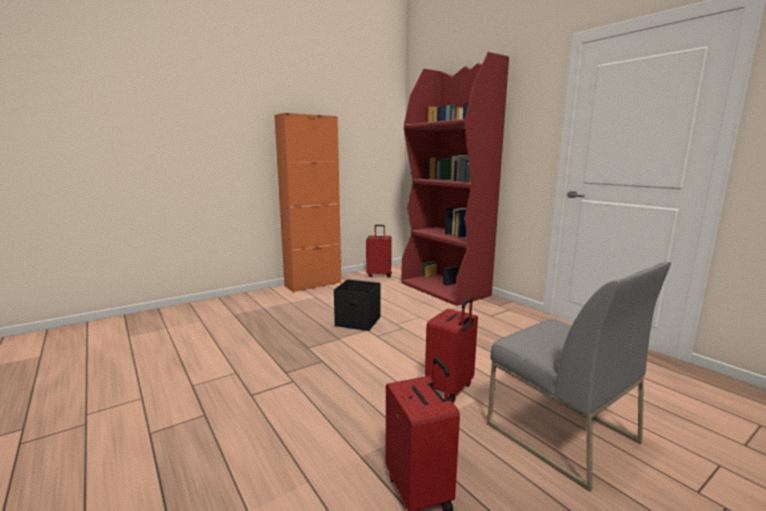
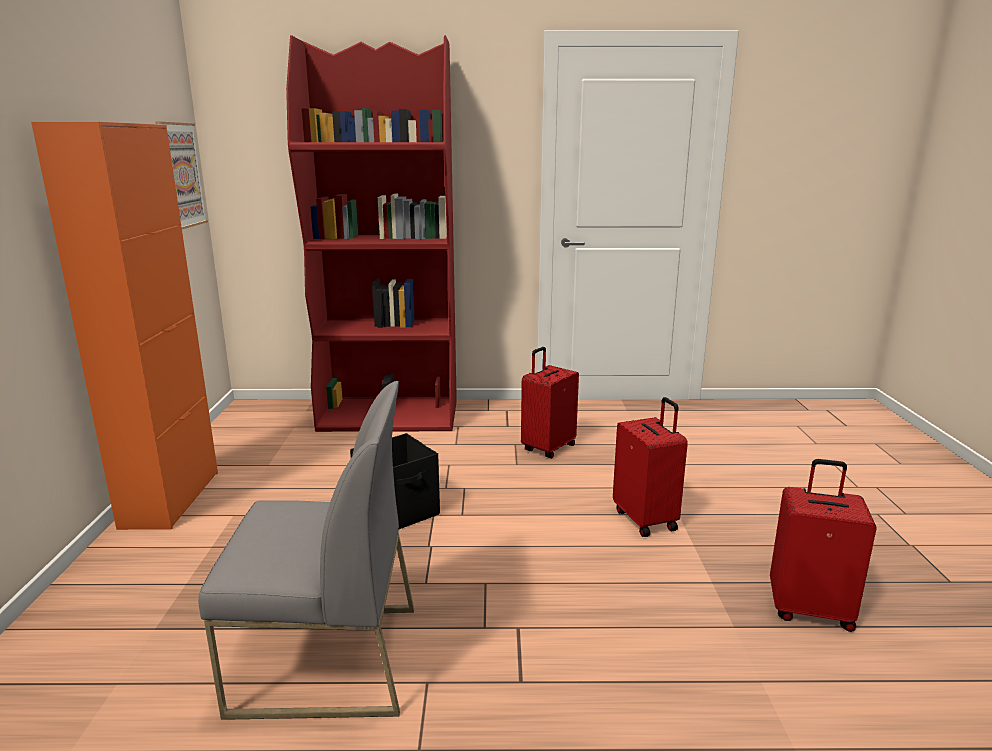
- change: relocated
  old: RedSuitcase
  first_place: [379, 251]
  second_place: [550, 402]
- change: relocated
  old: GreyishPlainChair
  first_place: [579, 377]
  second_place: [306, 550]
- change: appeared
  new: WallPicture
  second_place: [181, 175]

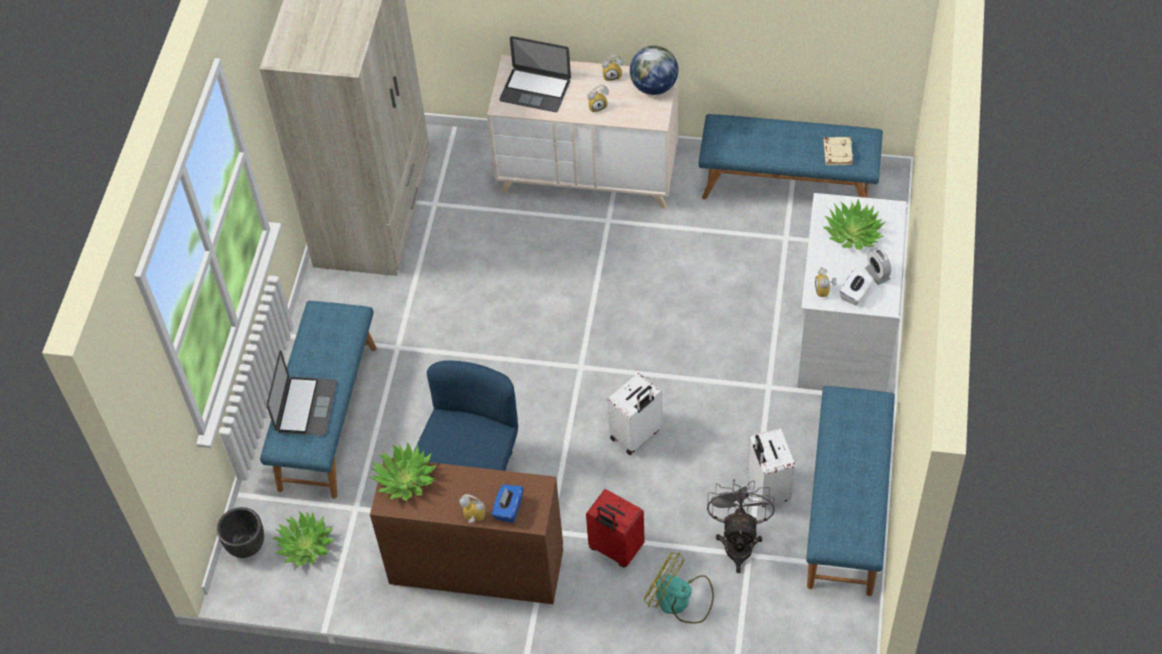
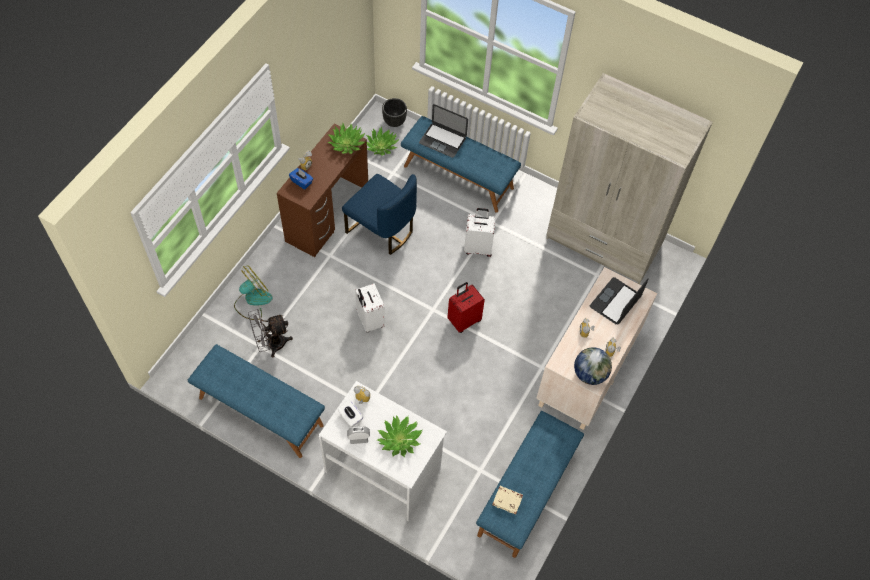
- change: relocated
  old: RedSuitcase
  first_place: [615, 528]
  second_place: [466, 307]
- change: spun
  old: GreyishElectricFan
  first_place: [741, 526]
  second_place: [270, 333]
  degrees: 135
- change: relocated
  old: WhiteColouredSuitcase
  first_place: [771, 468]
  second_place: [480, 232]

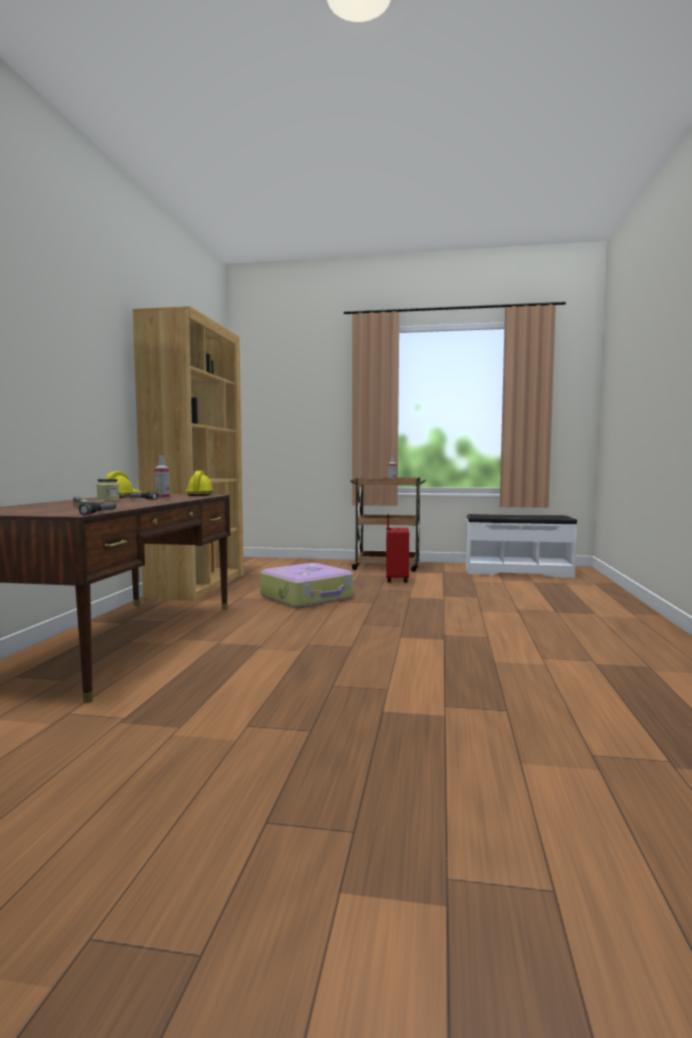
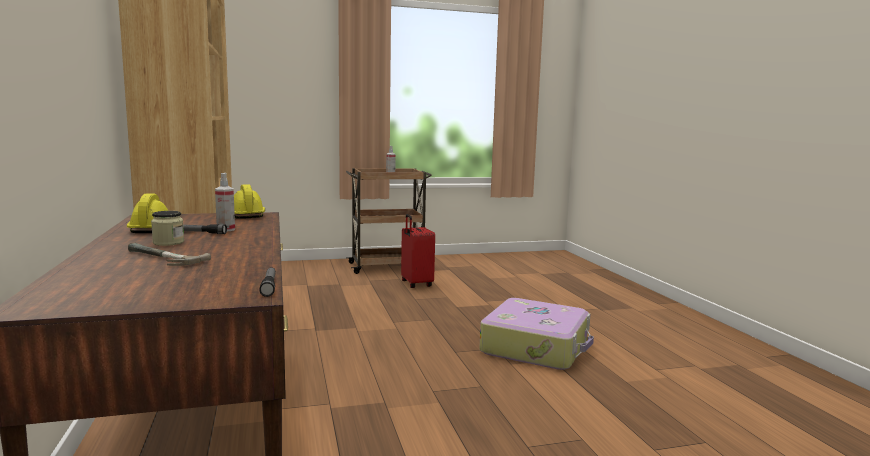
- change: relocated
  old: Suitcase
  first_place: [306, 585]
  second_place: [536, 334]
- change: missing
  old: WhiteColouredBench
  first_place: [521, 546]

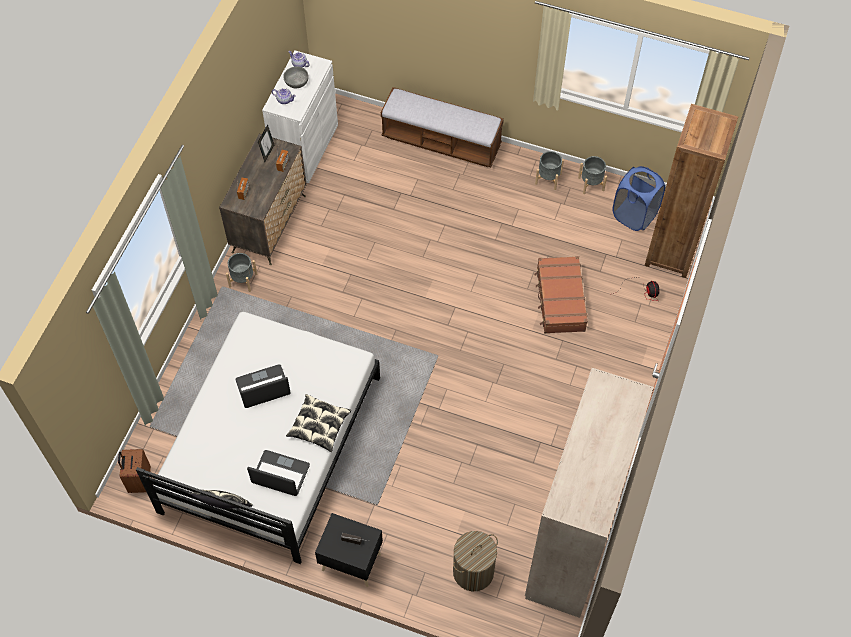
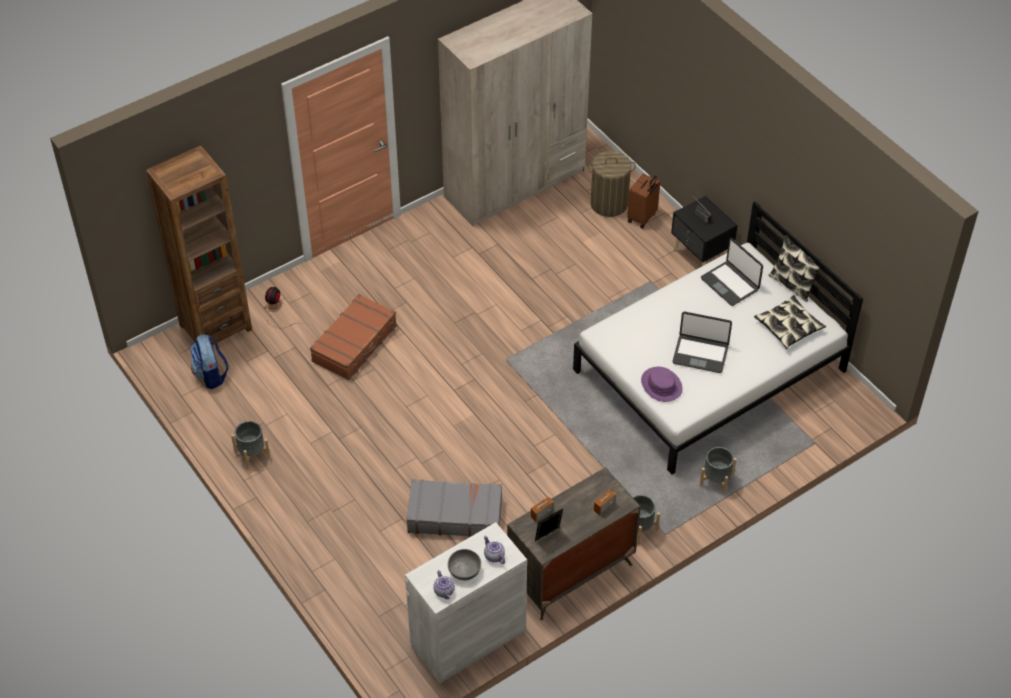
- change: relocated
  old: BrownishSuitcase
  first_place: [134, 471]
  second_place: [643, 201]
- change: relocated
  old: Pillow
  first_place: [318, 423]
  second_place: [790, 322]
- change: missing
  old: Bench
  first_place: [442, 127]
- change: relocated
  old: GreyishPlanter
  first_place: [592, 175]
  second_place: [717, 471]
- change: exchanged
  old: BlueColouredLaundryBasket
  new: Backpack
  first_place: [638, 198]
  second_place: [210, 361]
- change: appeared
  new: GreyishSuitcase
  second_place: [454, 508]
- change: appeared
  new: PurplishClothingHat
  second_place: [662, 384]

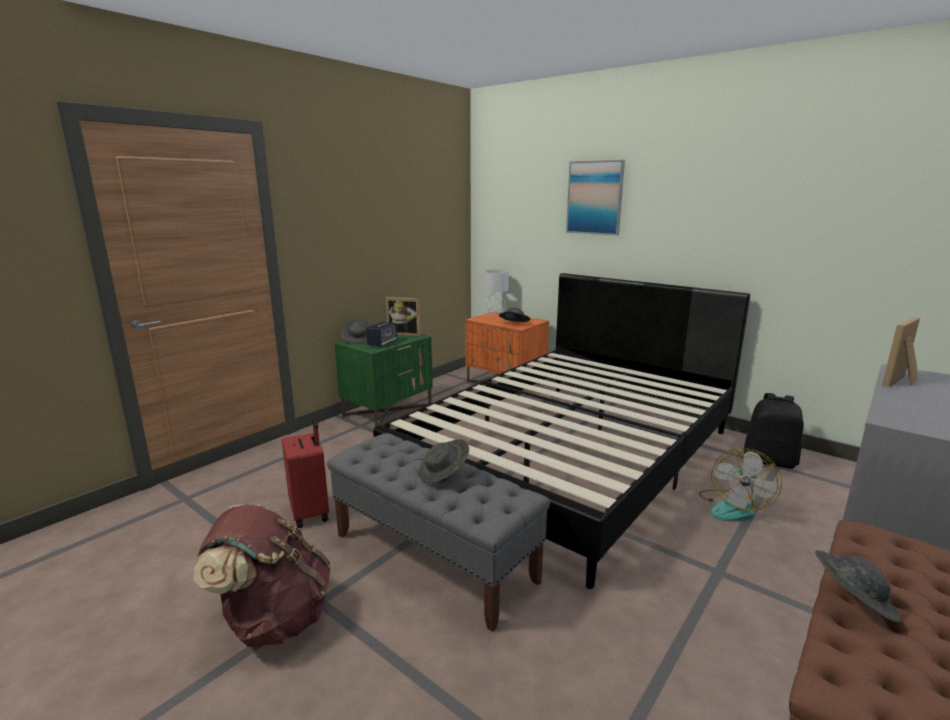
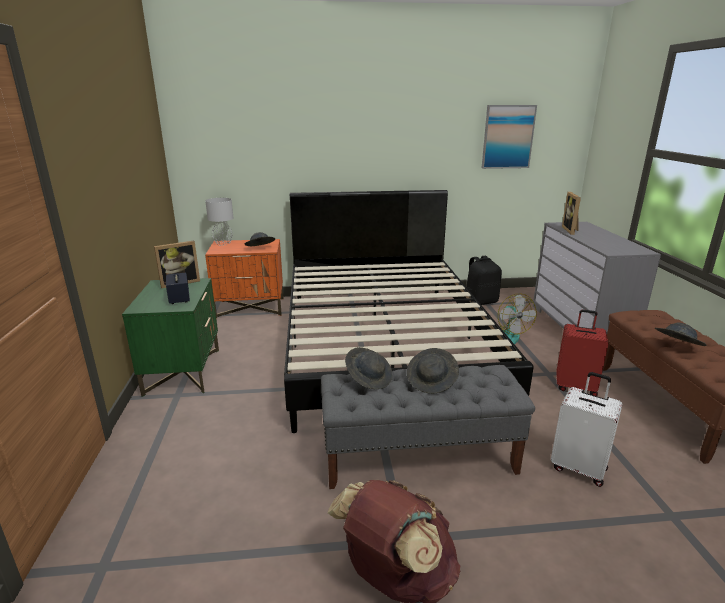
- change: relocated
  old: RedSuitcase
  first_place: [305, 473]
  second_place: [583, 353]
- change: relocated
  old: GreyishClothingHat
  first_place: [356, 331]
  second_place: [368, 368]
- change: relocated
  old: WallPicture
  first_place: [595, 197]
  second_place: [509, 137]
- change: appeared
  new: WhiteColouredSuitcase
  second_place: [586, 429]

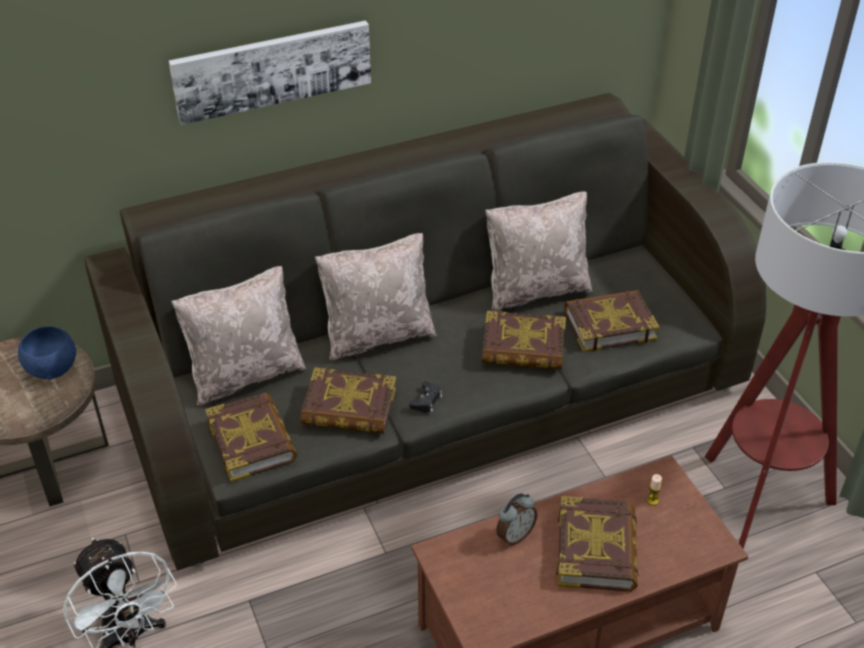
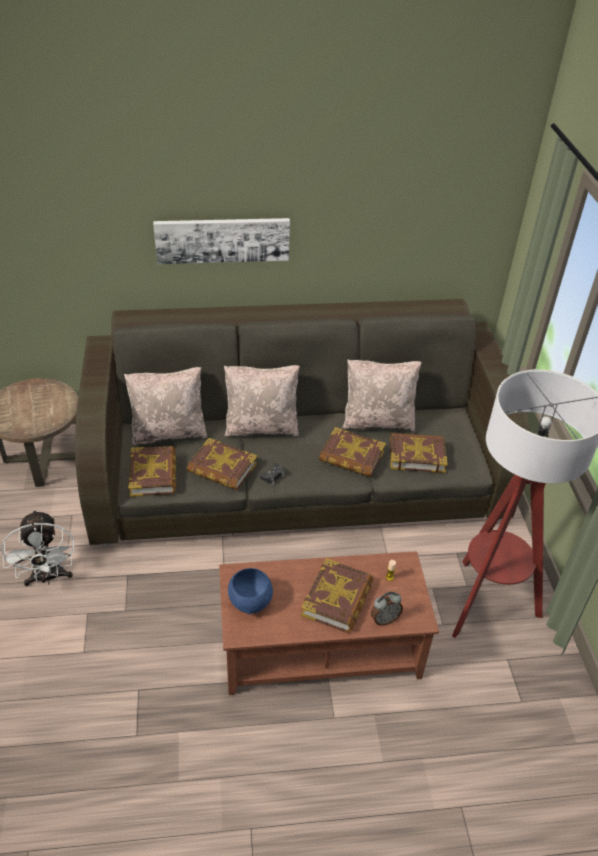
- change: relocated
  old: BlueColouredBowl
  first_place: [47, 352]
  second_place: [250, 591]
- change: relocated
  old: AlarmClock
  first_place: [516, 520]
  second_place: [387, 608]

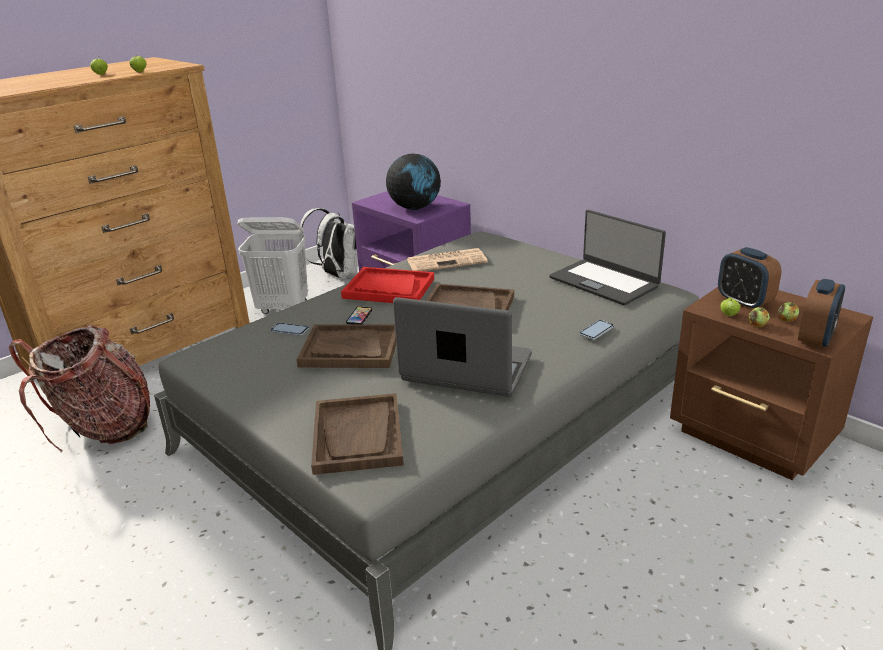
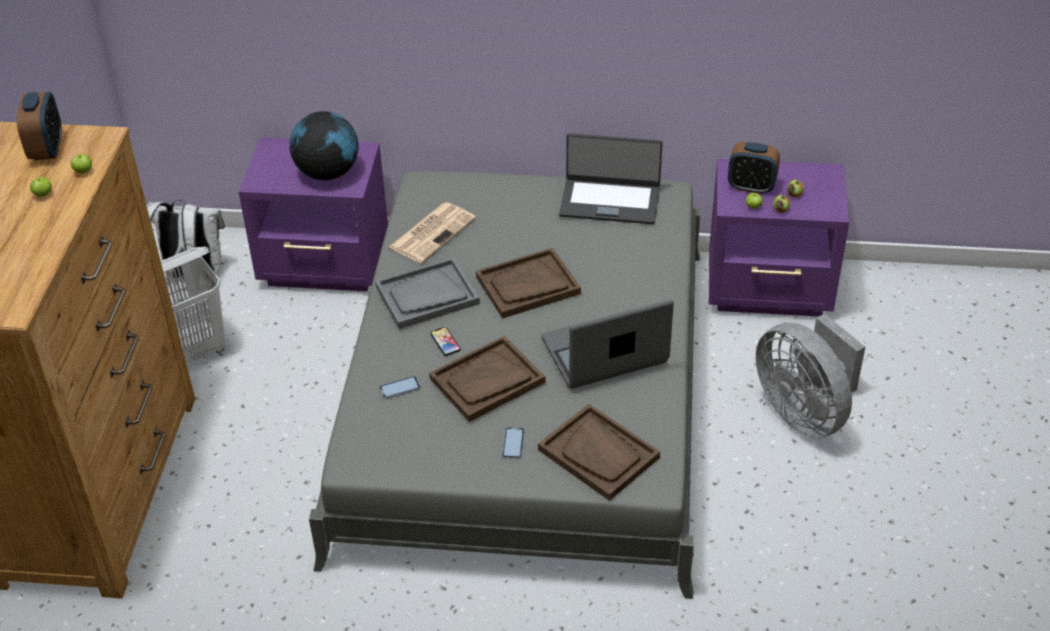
- change: missing
  old: Backpack
  first_place: [79, 388]
- change: colour
  old: RedCarryingTray
  new: GreyishCarryingTray
  first_place: [387, 285]
  second_place: [427, 293]
- change: relocated
  old: Handset
  first_place: [596, 330]
  second_place: [513, 443]
- change: colour
  old: BrownishNightstand
  new: PurplishNightstand
  first_place: [771, 383]
  second_place: [779, 238]
- change: relocated
  old: AlarmClock
  first_place: [821, 314]
  second_place: [39, 126]
- change: appeared
  new: GreyishElectricFan
  second_place: [810, 376]

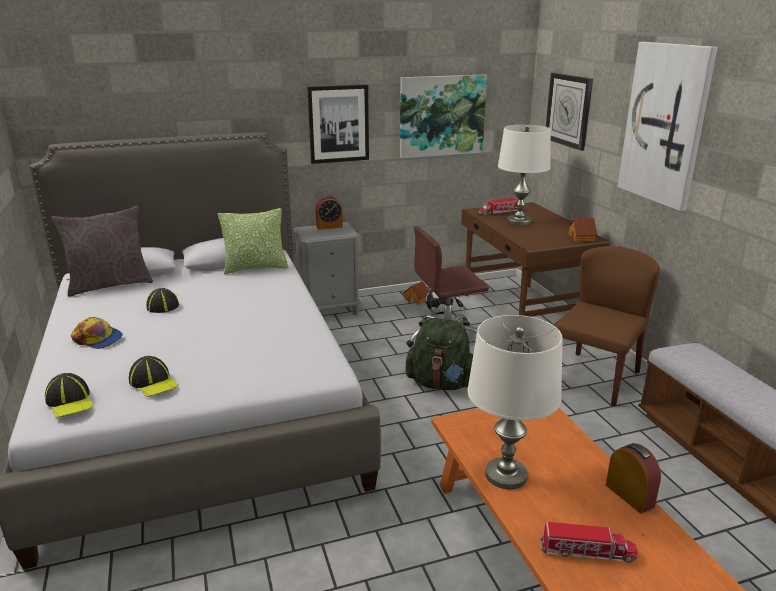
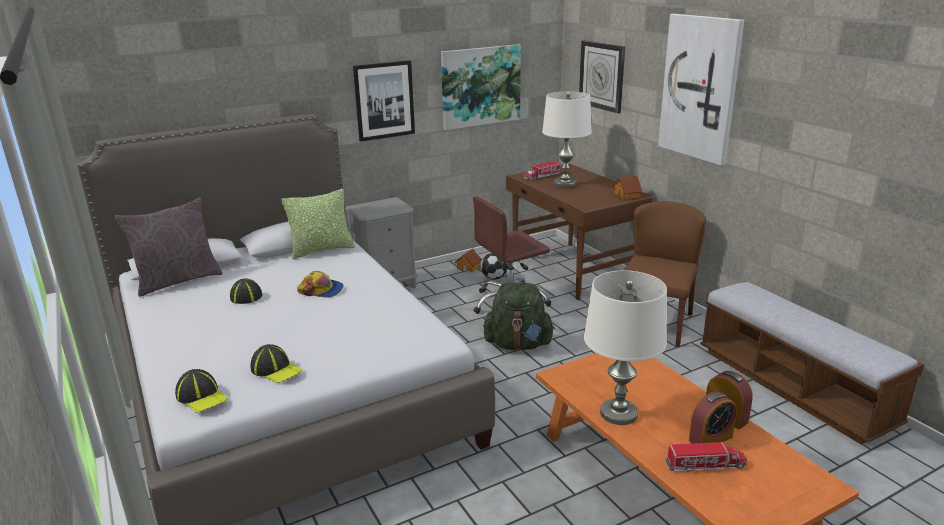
- change: relocated
  old: BaseballCap
  first_place: [97, 333]
  second_place: [320, 284]
- change: relocated
  old: AlarmClock
  first_place: [329, 213]
  second_place: [713, 418]

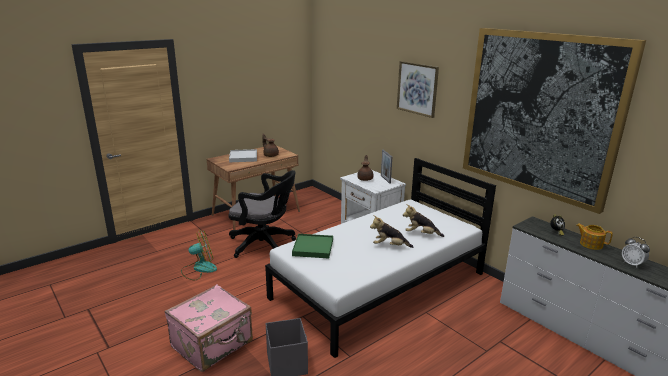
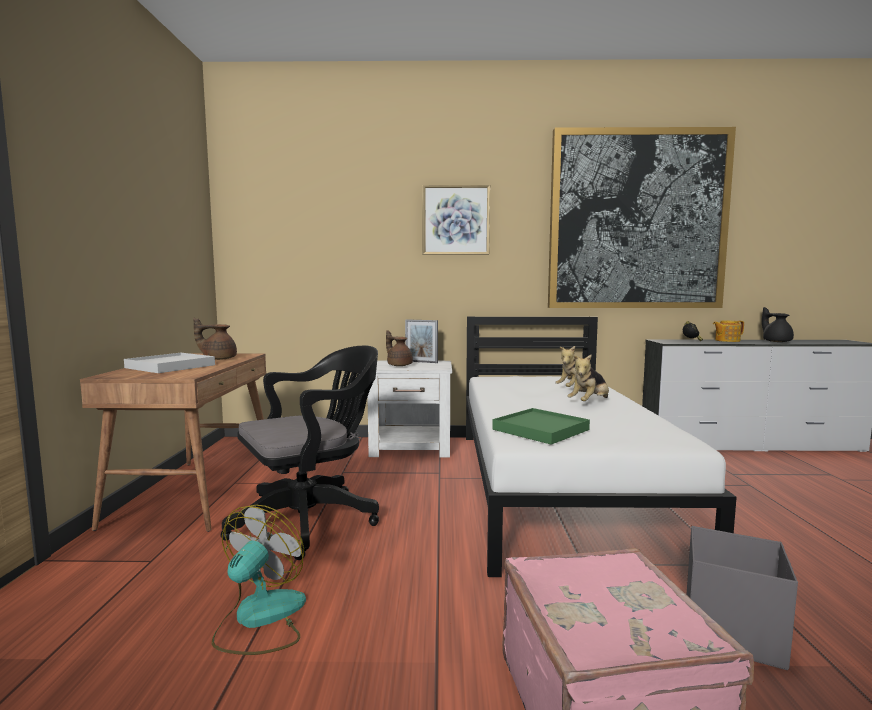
- change: exchanged
  old: AlarmClock
  new: BlackishTeaPot
  first_place: [636, 252]
  second_place: [778, 324]

